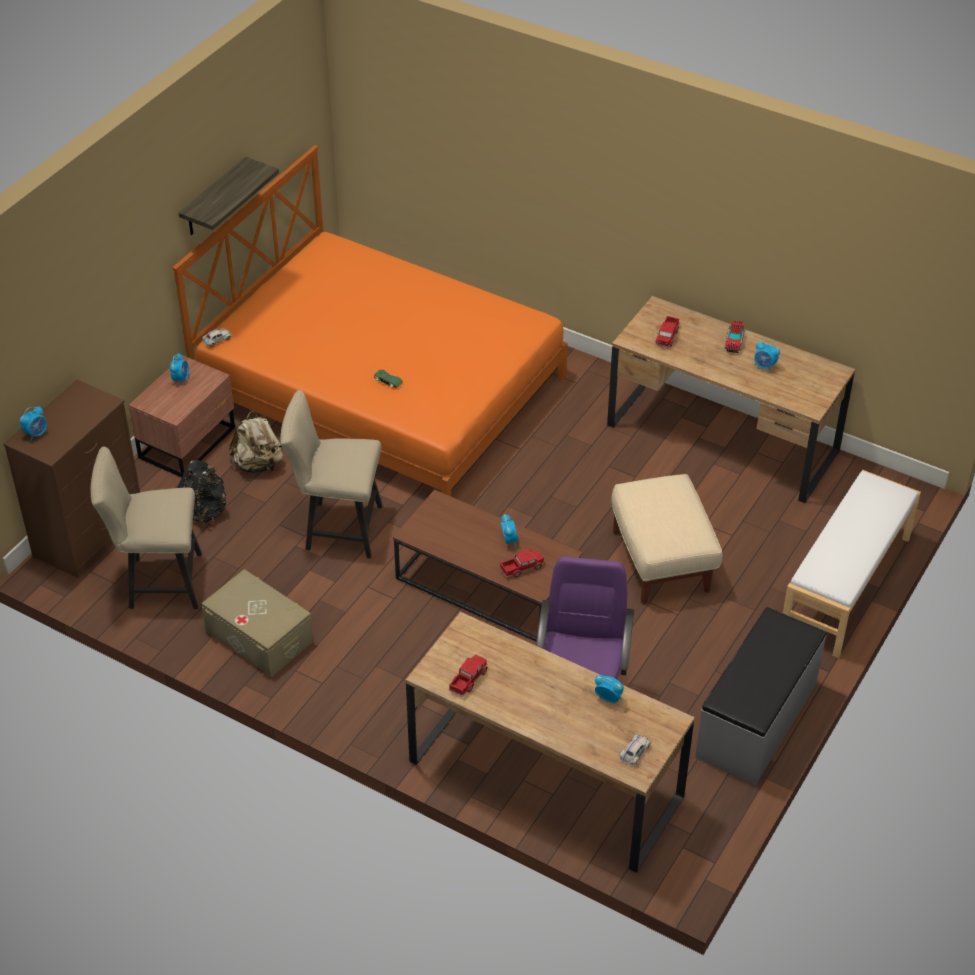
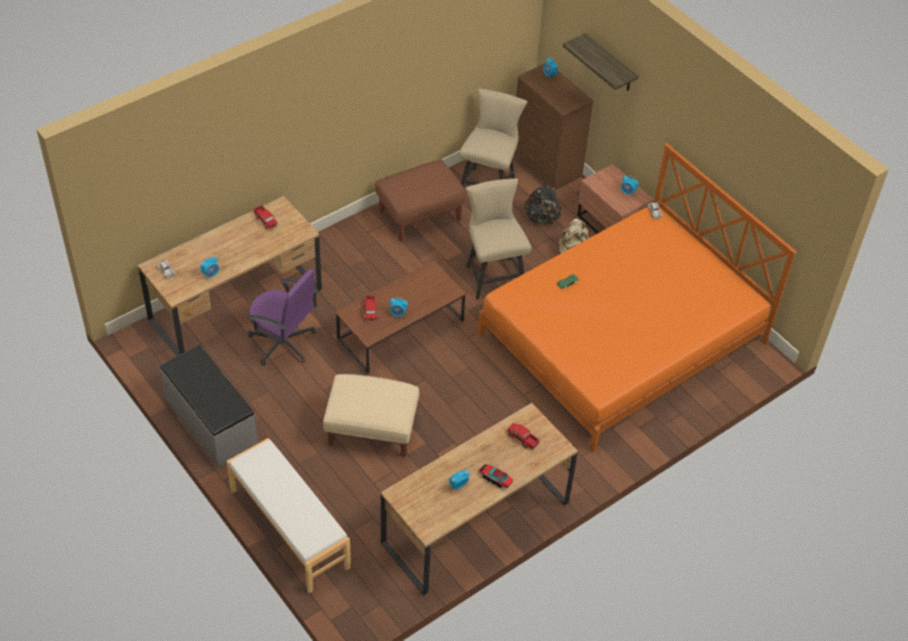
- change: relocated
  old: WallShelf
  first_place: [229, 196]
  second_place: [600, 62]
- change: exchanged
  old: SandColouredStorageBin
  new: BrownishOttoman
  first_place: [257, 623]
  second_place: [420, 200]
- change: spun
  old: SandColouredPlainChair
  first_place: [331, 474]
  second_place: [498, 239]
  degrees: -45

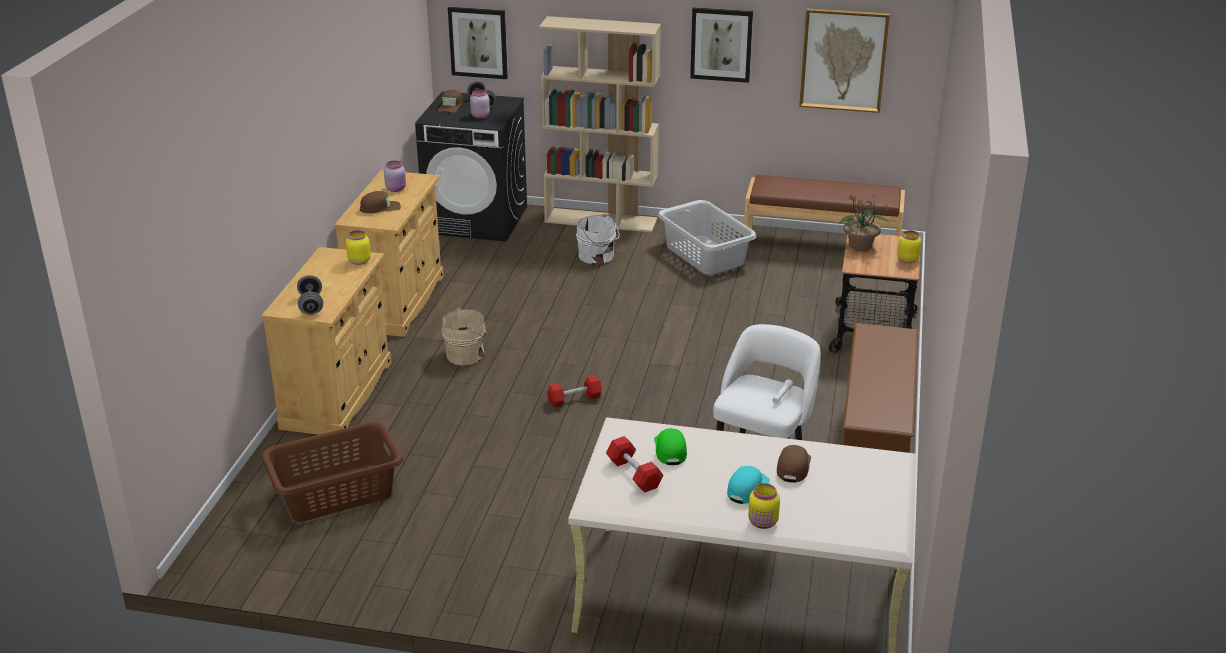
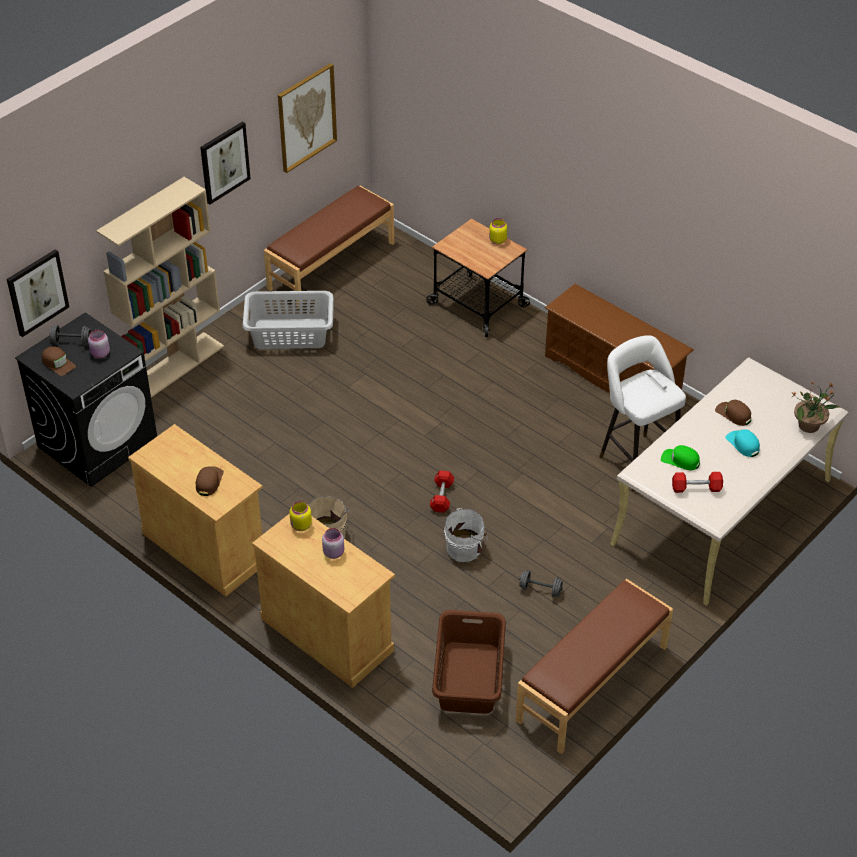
- change: relocated
  old: GreyishDumbbell
  first_place: [310, 295]
  second_place: [541, 583]
- change: relocated
  old: PinkPreserveJar
  first_place: [395, 176]
  second_place: [333, 543]
- change: relocated
  old: WhiteColouredWaterBucket
  first_place: [598, 239]
  second_place: [466, 535]
- change: missing
  old: YellowishPreserveJar
  first_place: [764, 506]
- change: relocated
  old: PottedPlant
  first_place: [864, 223]
  second_place: [816, 407]
- change: appeared
  new: BrownishBench
  second_place: [594, 666]

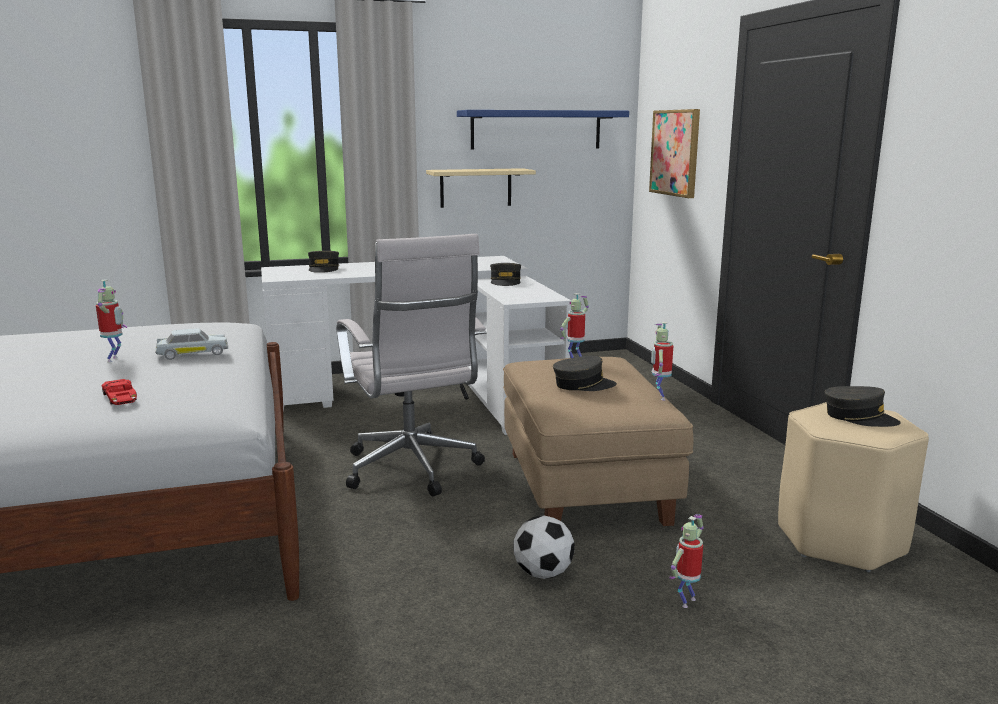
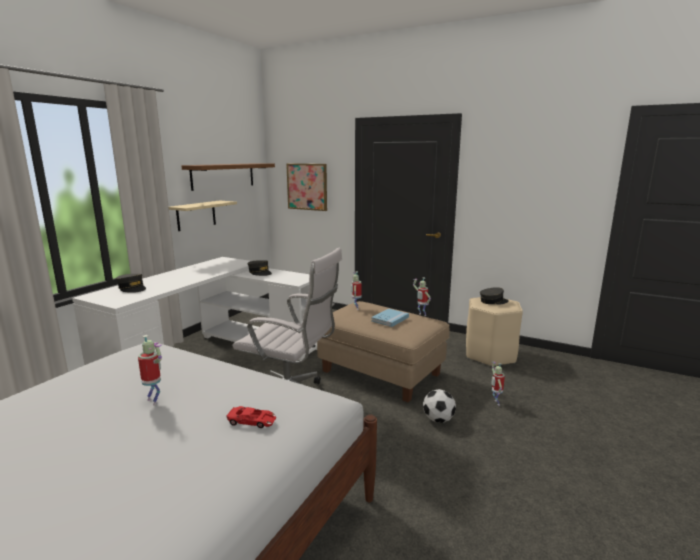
- change: missing
  old: WhiteColouredModelCar
  first_place: [191, 344]
- change: colour
  old: BlueColouredWallShelf
  new: BrownishWallShelf
  first_place: [543, 130]
  second_place: [228, 177]
- change: exchanged
  old: GreyishBaseballCap
  new: BlueColouredBoundBook
  first_place: [585, 373]
  second_place: [390, 318]

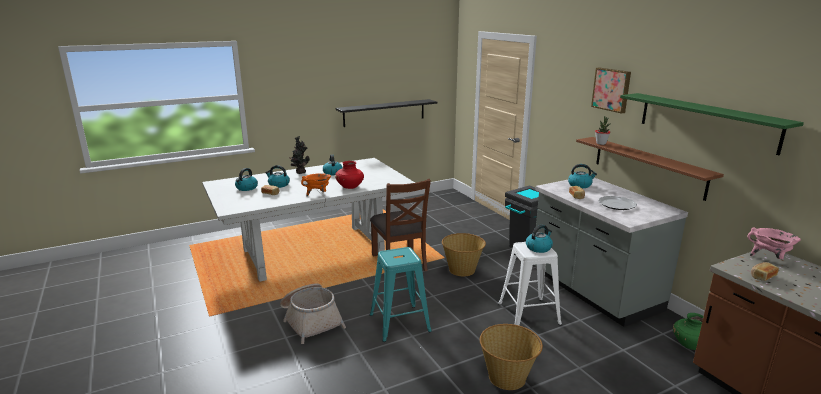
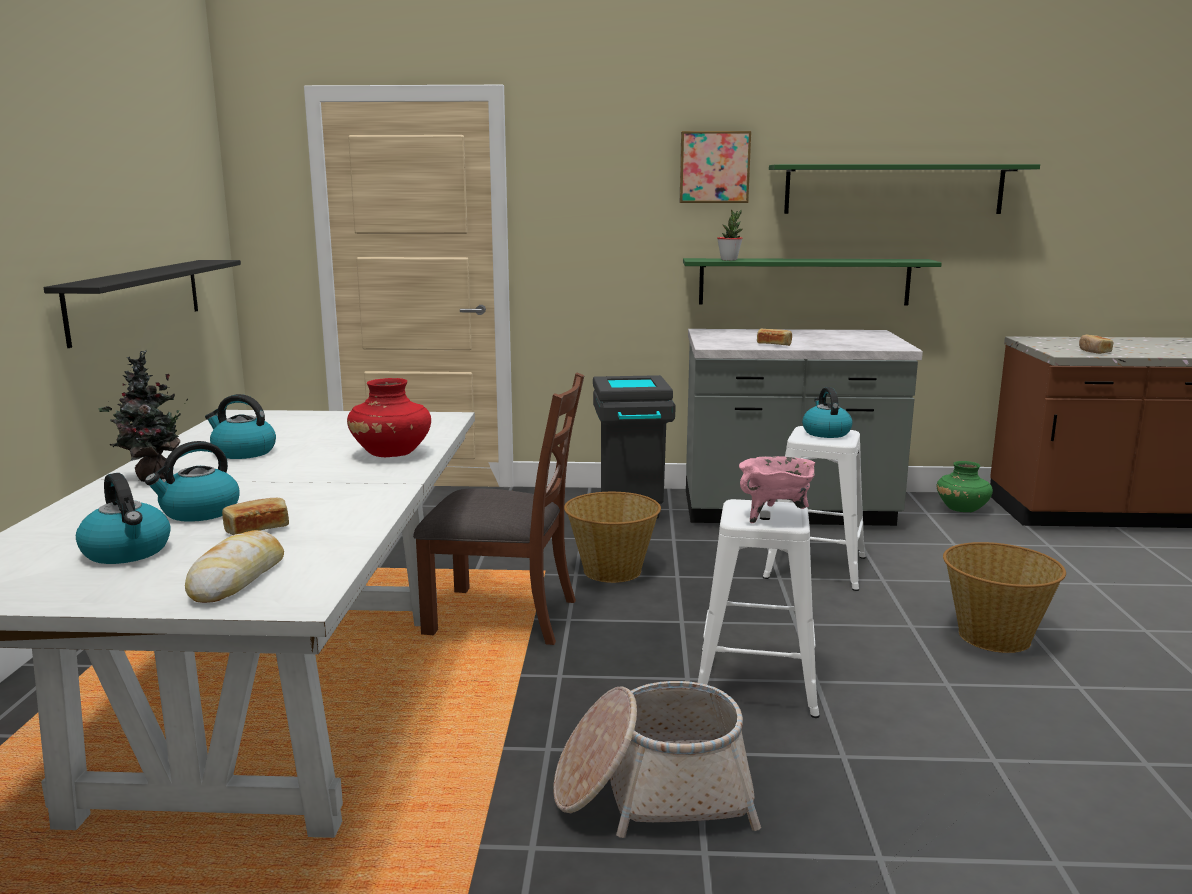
- change: missing
  old: OrangeyStockpot
  first_place: [316, 184]
- change: colour
  old: TurquoiseColouredStool
  new: WhiteColouredStool
  first_place: [401, 294]
  second_place: [758, 608]
- change: missing
  old: Kettle
  first_place: [582, 176]
- change: colour
  old: BrownishWallShelf
  new: GreenWallShelf
  first_place: [650, 169]
  second_place: [812, 282]
- change: missing
  old: FlatDish
  first_place: [617, 203]
- change: relocated
  old: PinkStockpot
  first_place: [774, 243]
  second_place: [777, 489]
- change: appeared
  new: Bread
  second_place: [234, 566]

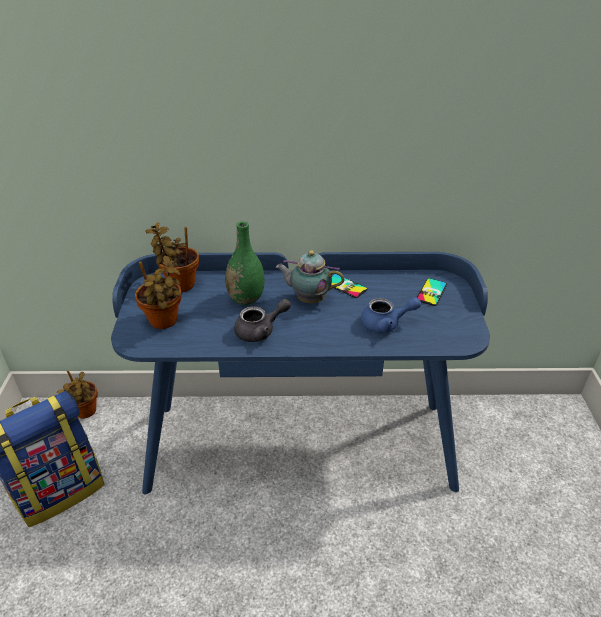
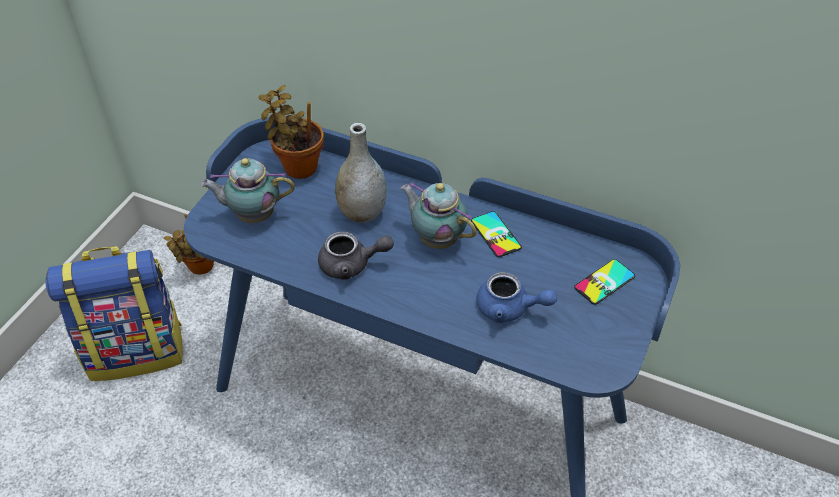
- change: exchanged
  old: PottedPlant
  new: TeaPot
  first_place: [158, 292]
  second_place: [248, 190]
- change: colour
  old: GreenDecorativeVase
  new: GreyishDecorativeVase
  first_place: [244, 263]
  second_place: [361, 173]

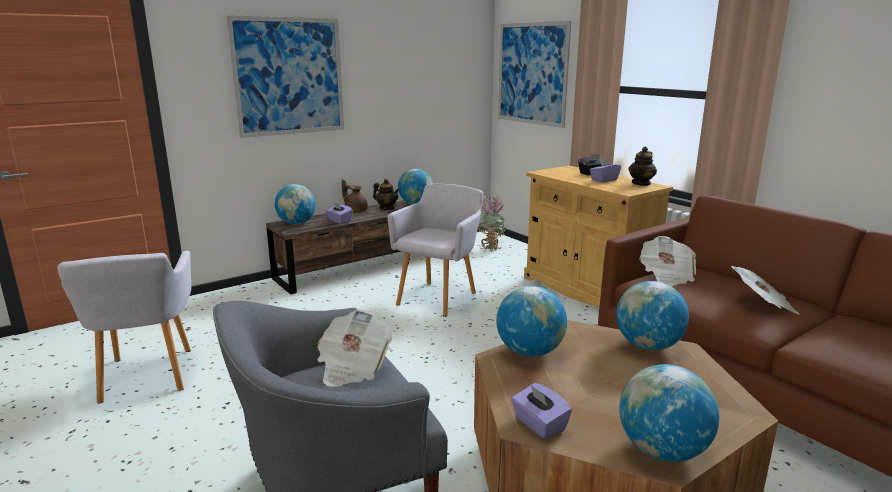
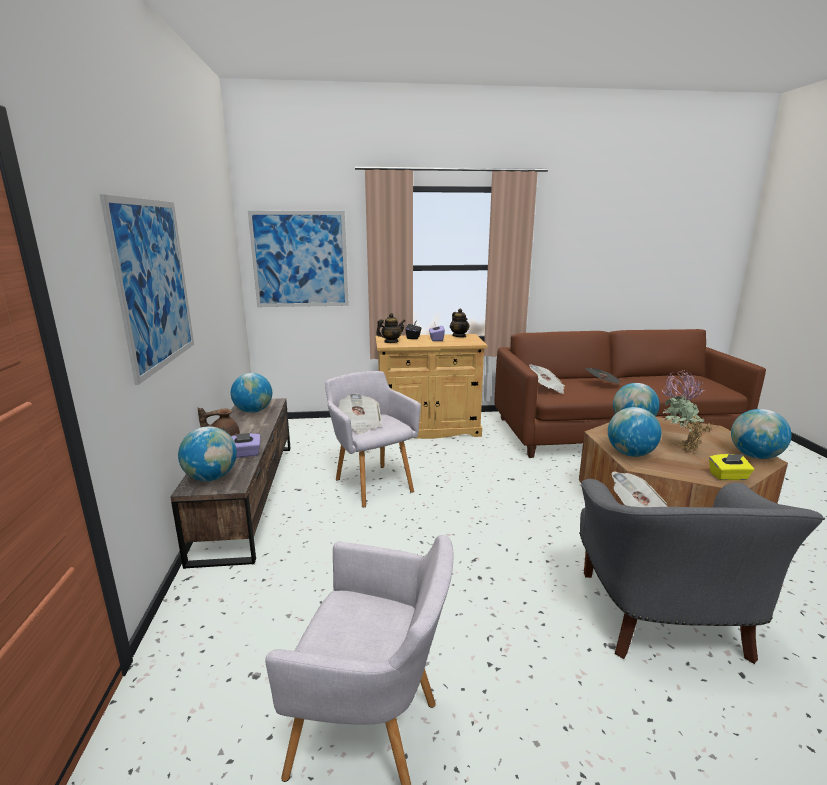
- change: relocated
  old: TeaPot
  first_place: [386, 194]
  second_place: [390, 328]
- change: relocated
  old: PottedPlant
  first_place: [492, 222]
  second_place: [686, 411]
- change: colour
  old: PurplishBoxOfTissues
  new: YellowishBoxOfTissues
  first_place: [541, 411]
  second_place: [731, 467]
- change: appeared
  new: DailyPaper
  second_place: [360, 413]

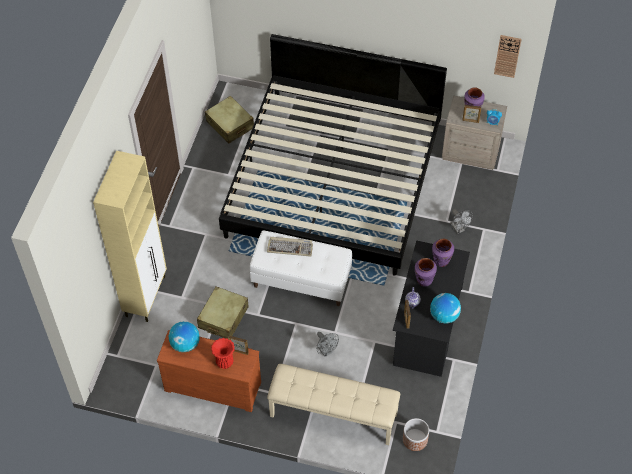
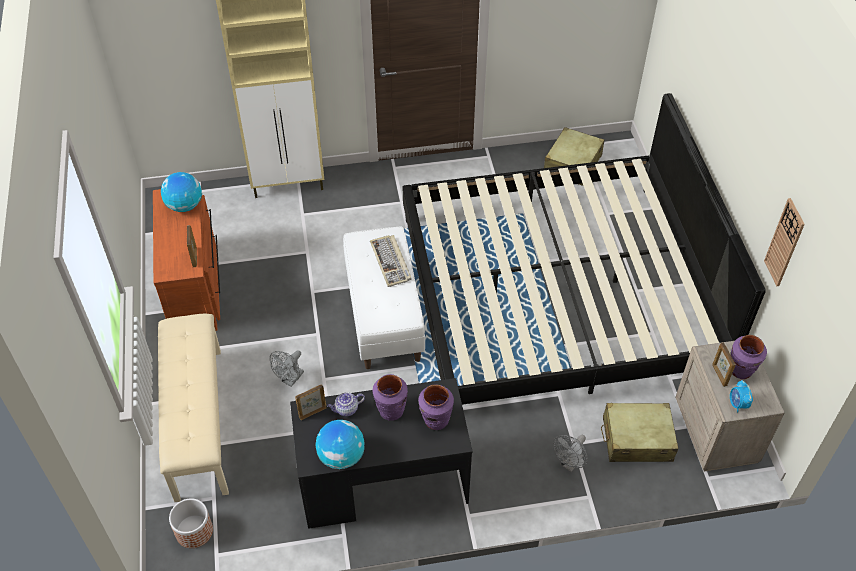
- change: relocated
  old: SandColouredSuitcase
  first_place: [223, 312]
  second_place: [639, 432]
- change: missing
  old: RedDecorativeVase
  first_place: [223, 353]
- change: relocated
  old: ClockOnTheWall
  first_place: [508, 56]
  second_place: [784, 242]

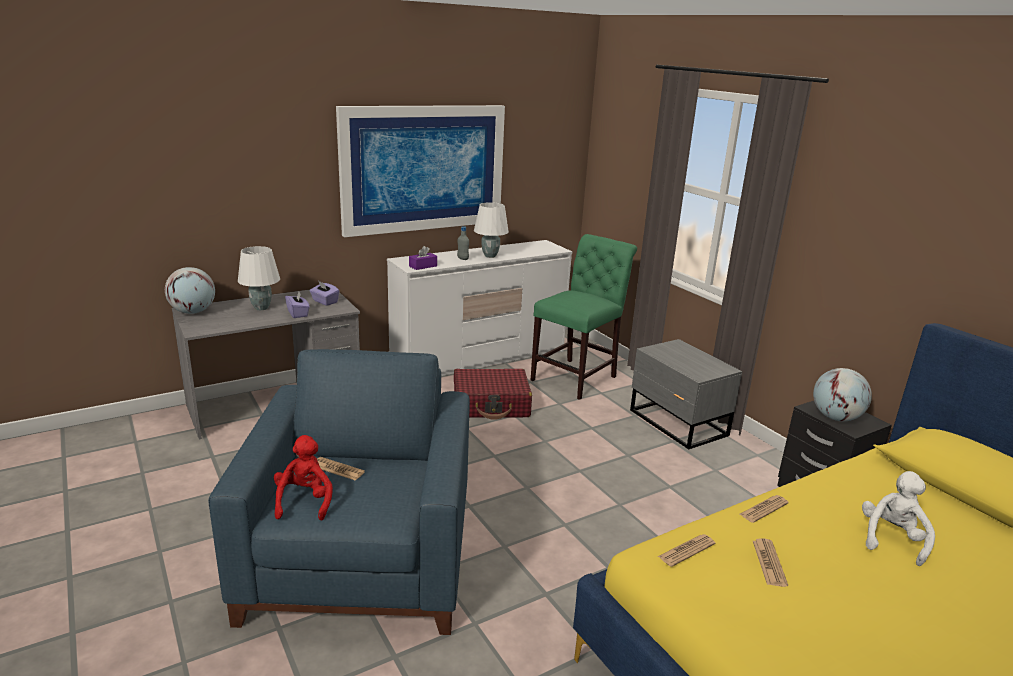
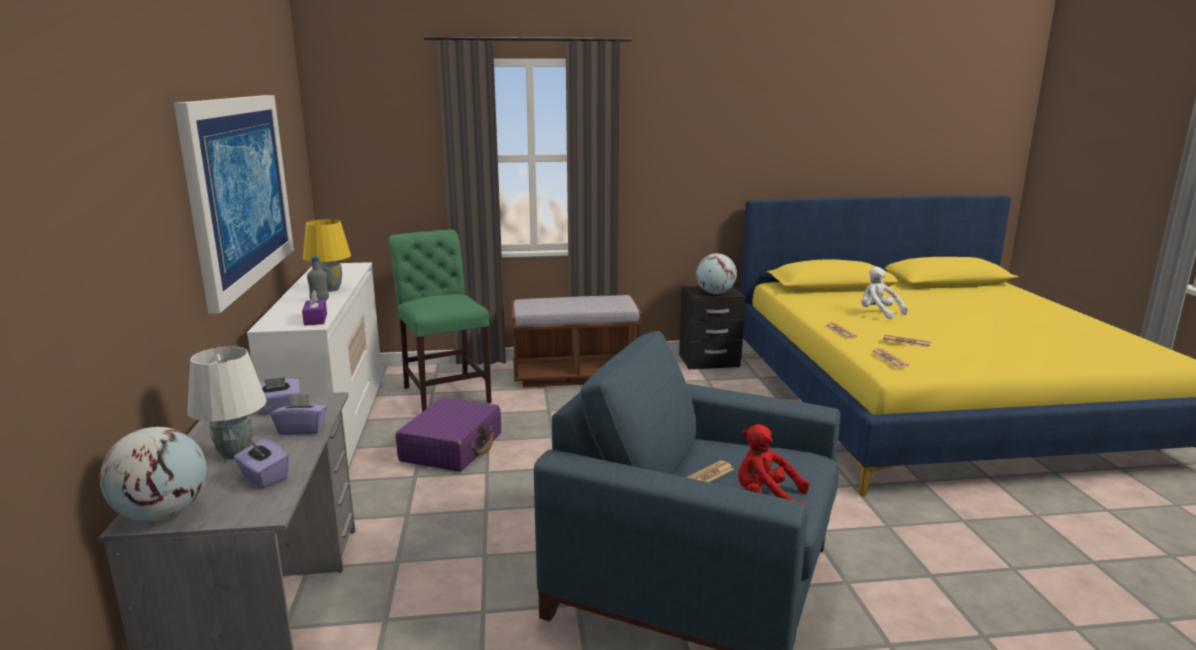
- change: colour
  old: RedSuitcase
  new: PurplishSuitcase
  first_place: [493, 394]
  second_place: [448, 435]
- change: colour
  old: WhiteColouredLampForATable
  new: YellowishLampForATable
  first_place: [491, 230]
  second_place: [327, 255]
- change: exchanged
  old: GreyishNightstand
  new: BrownishBench
  first_place: [686, 394]
  second_place: [576, 341]
- change: appeared
  new: PurplishBoxOfTissues
  second_place: [261, 463]

